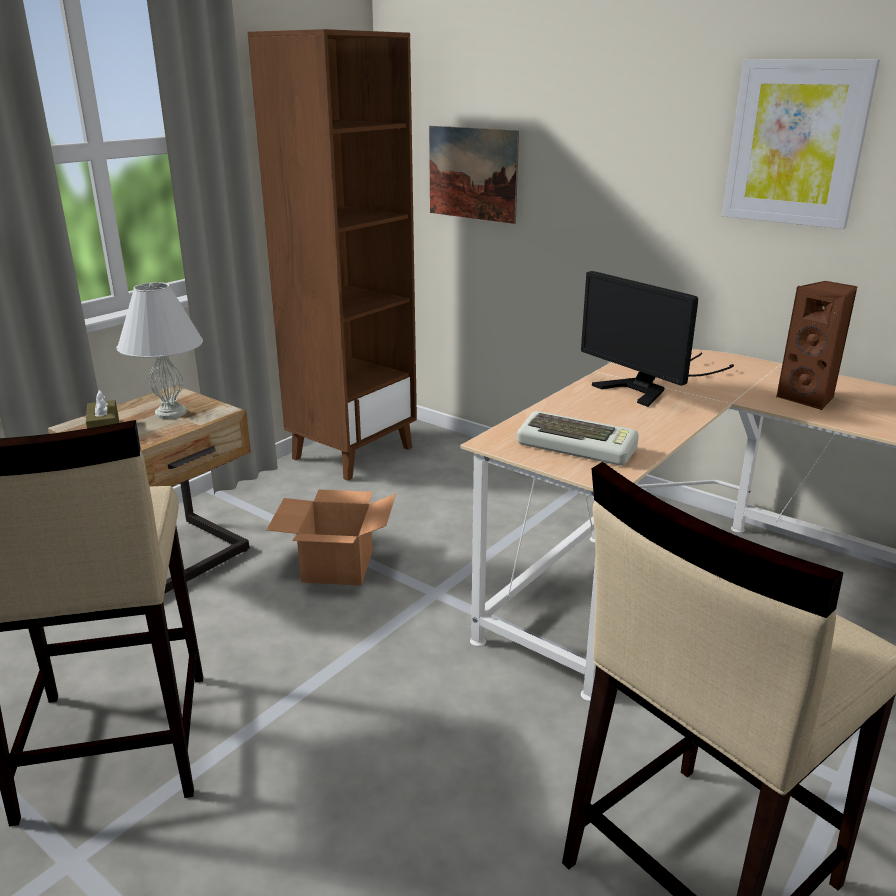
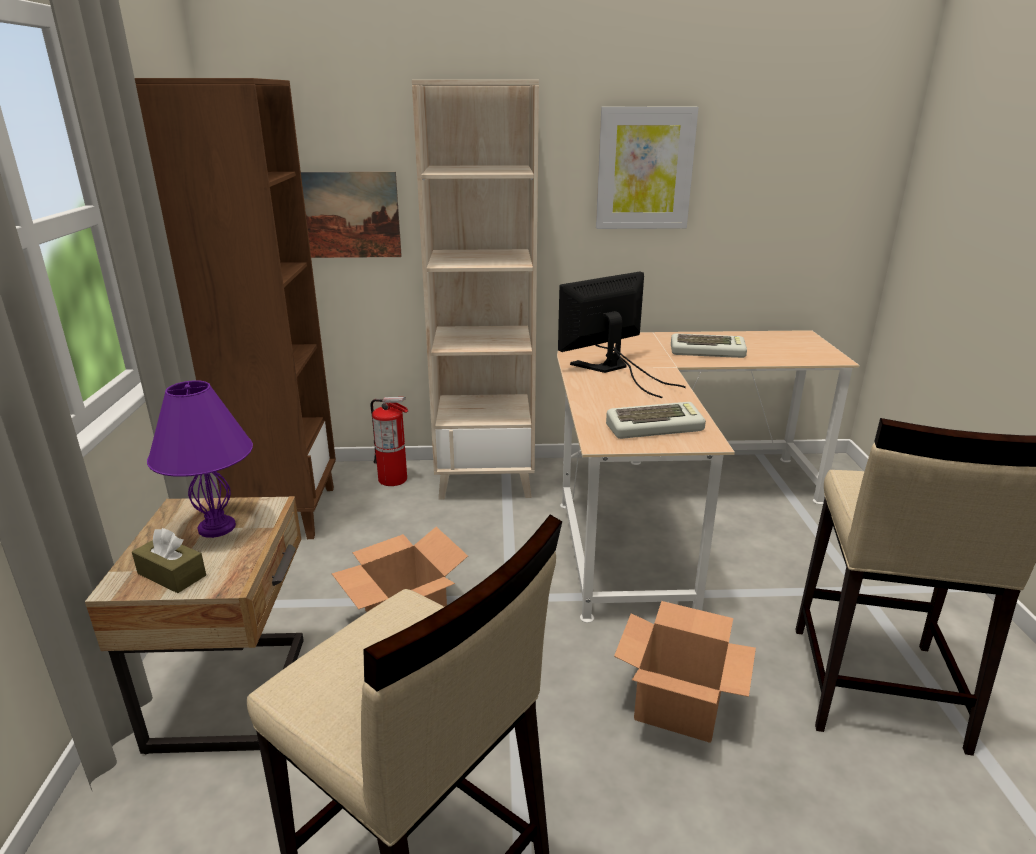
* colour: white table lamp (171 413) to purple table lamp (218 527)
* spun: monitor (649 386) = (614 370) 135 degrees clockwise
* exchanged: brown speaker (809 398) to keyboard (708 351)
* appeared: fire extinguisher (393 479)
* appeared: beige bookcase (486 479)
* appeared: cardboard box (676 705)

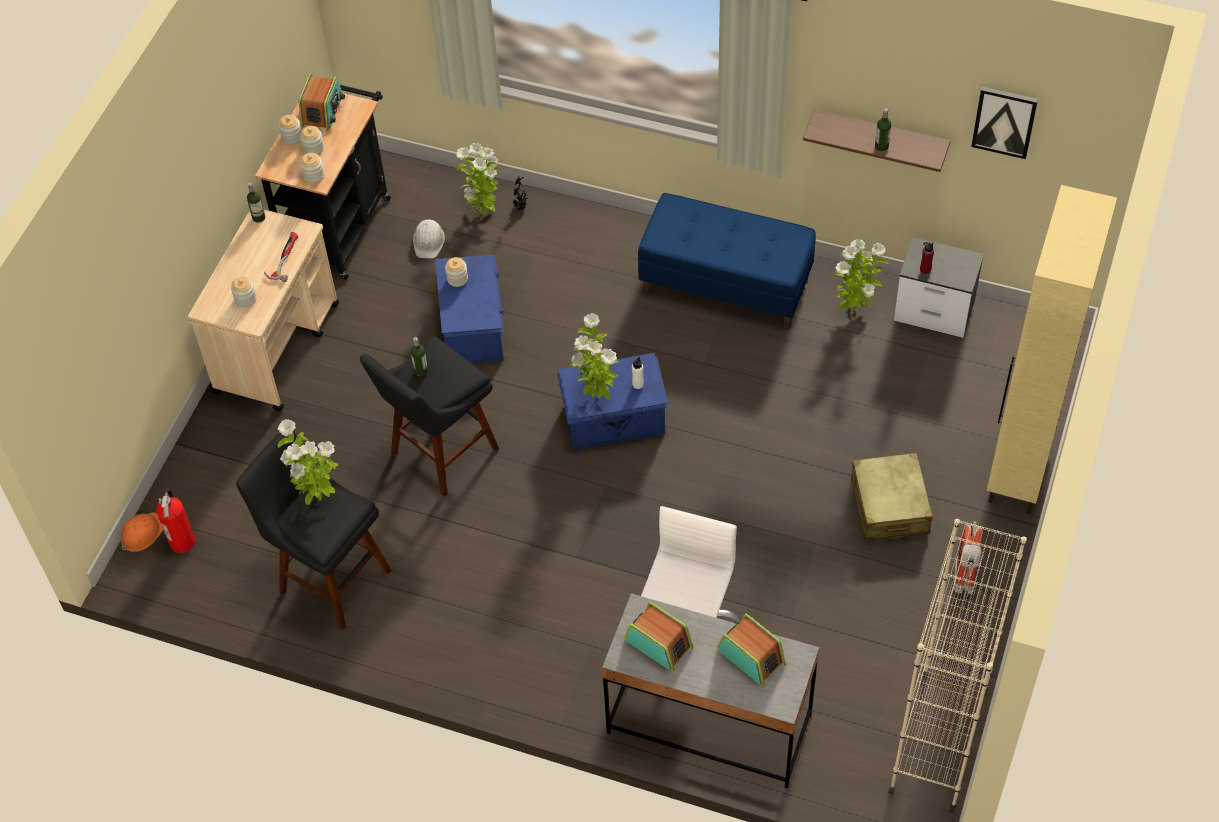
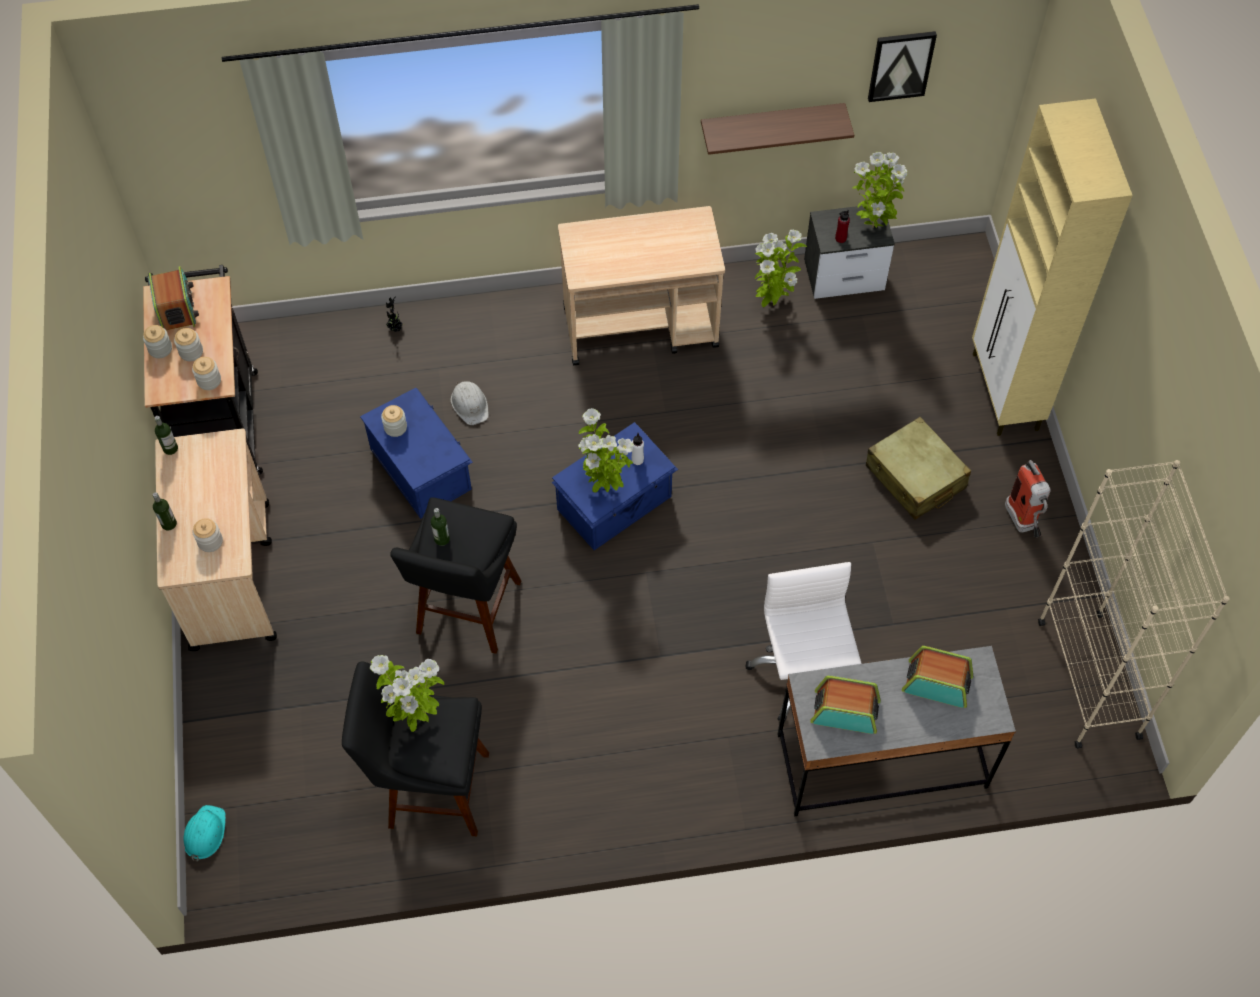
* colour: orange hard hat (142 533) to turquoise hard hat (204 833)
* missing: fire extinguisher (183 541)
* missing: hammer (284 258)
* relocated: white hard hat (429 241) to (470 404)
* relocated: potted plant (483 212) to (873 226)
* exchanged: blue bench (726 285) to beige cart (641 326)
* relocated: bottle (881 146) to (169 524)

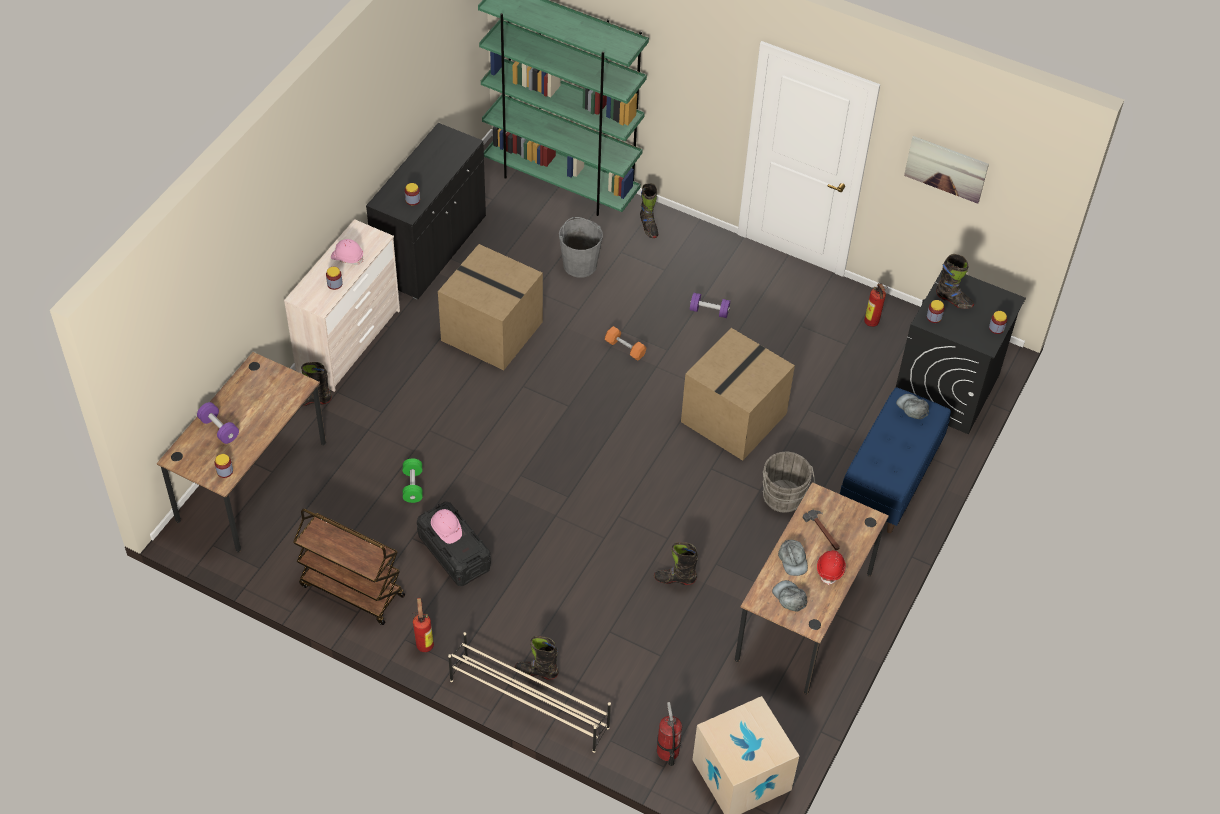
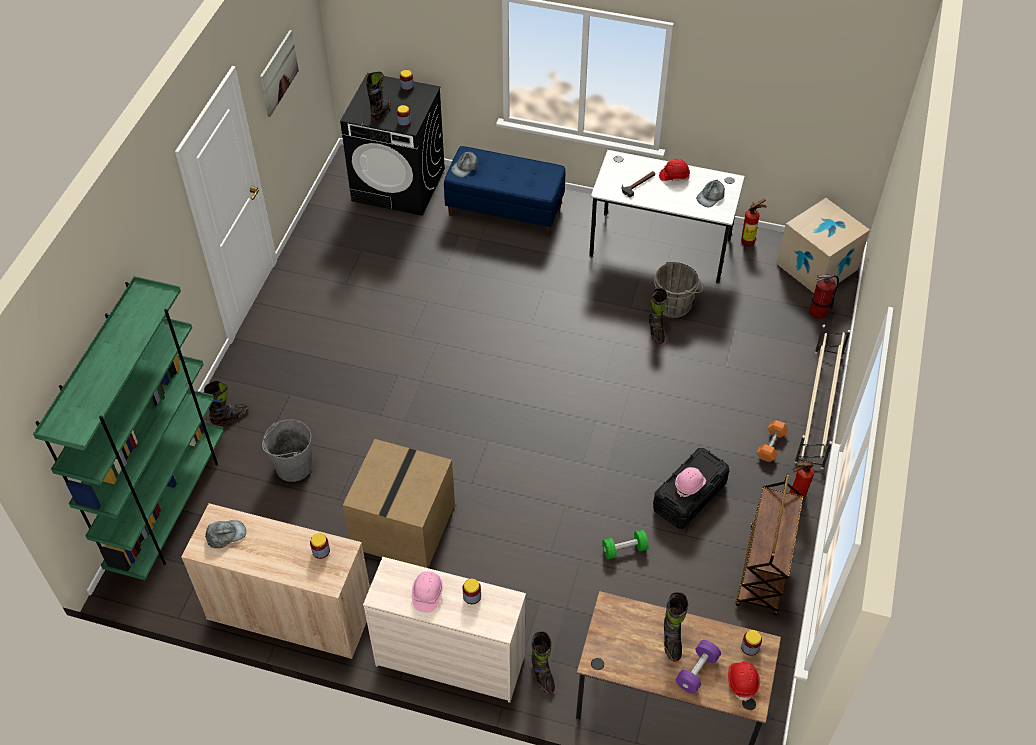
* colour: black cabinet (431 249) to beige cabinet (291 613)
* relocated: black boot (536 672) to (671 640)
* relocated: orange dumbbell (625 348) to (771 445)
* missing: cardboard box (733 416)
* missing: purple dumbbell (709 311)
* colour: brown desk (804 616) to white desk (660 247)
* relocated: grey bucket (783 499) to (675 304)
* relocated: grey cap (792 559) to (225 535)
* relocated: fire extinguisher (871 323) to (750 242)
* appeared: red hard hat (742 681)

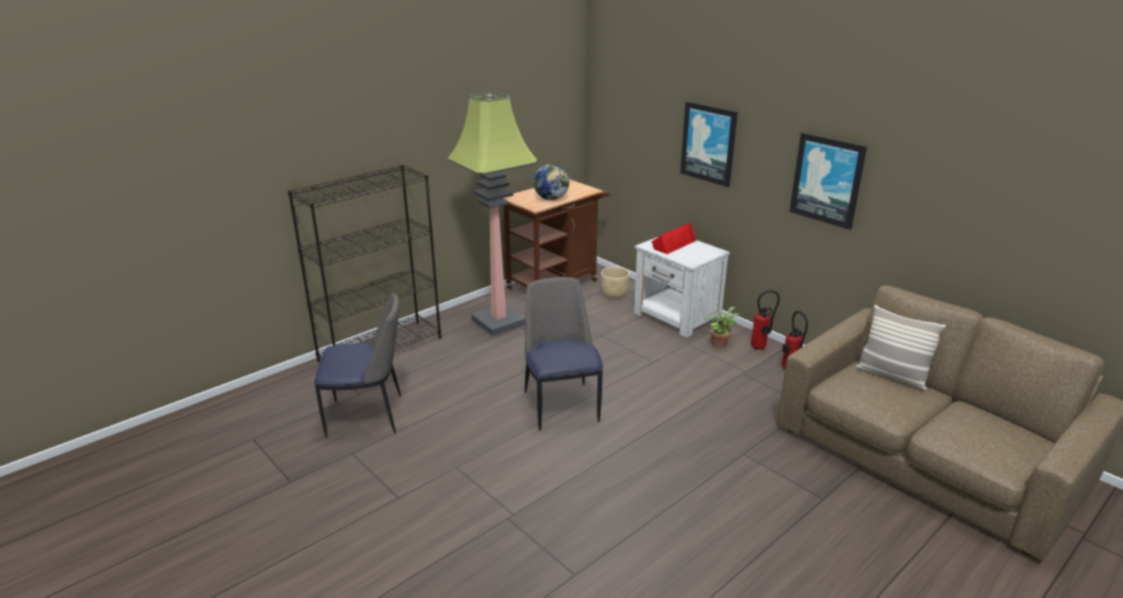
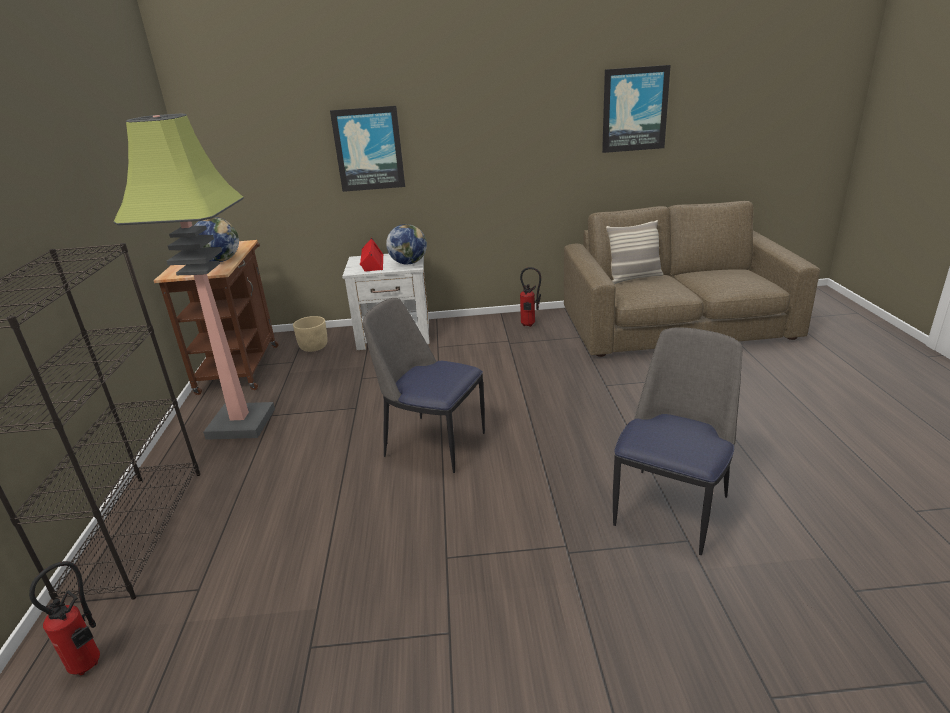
* relocated: chair (368 416) to (671 508)
* missing: potted plant (719 343)
* relocated: fire extinguisher (761 347) to (92 662)
* relocated: picture (827 180) to (634 109)
* appeared: globe (408 263)

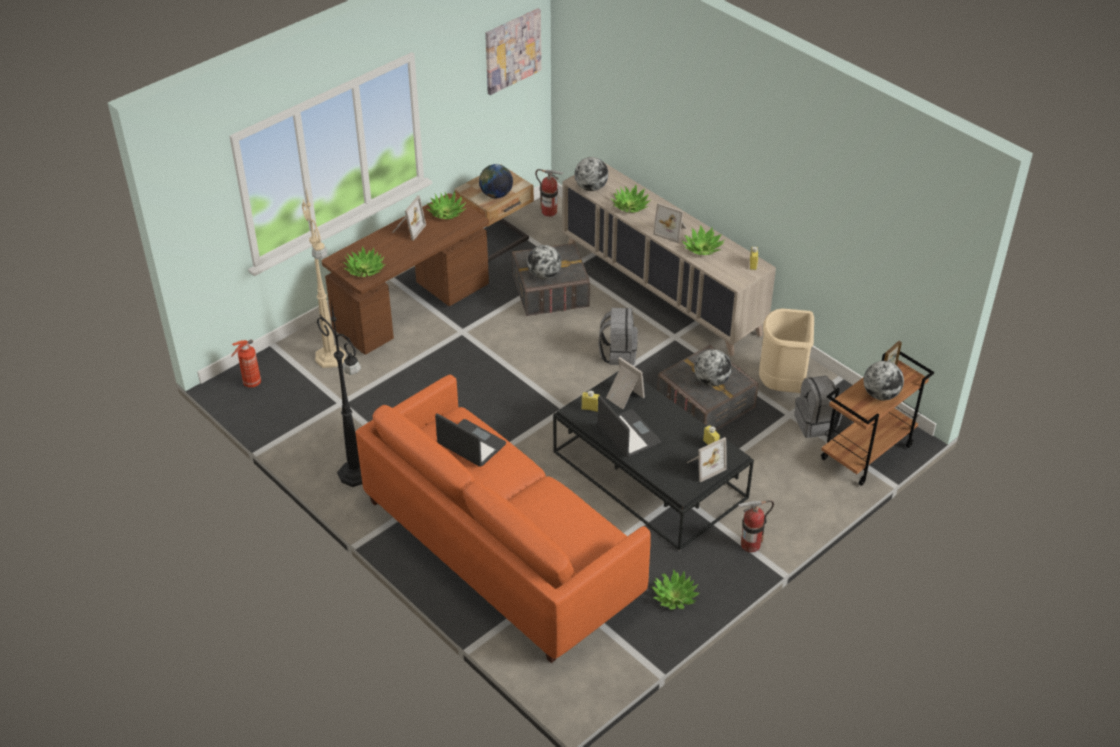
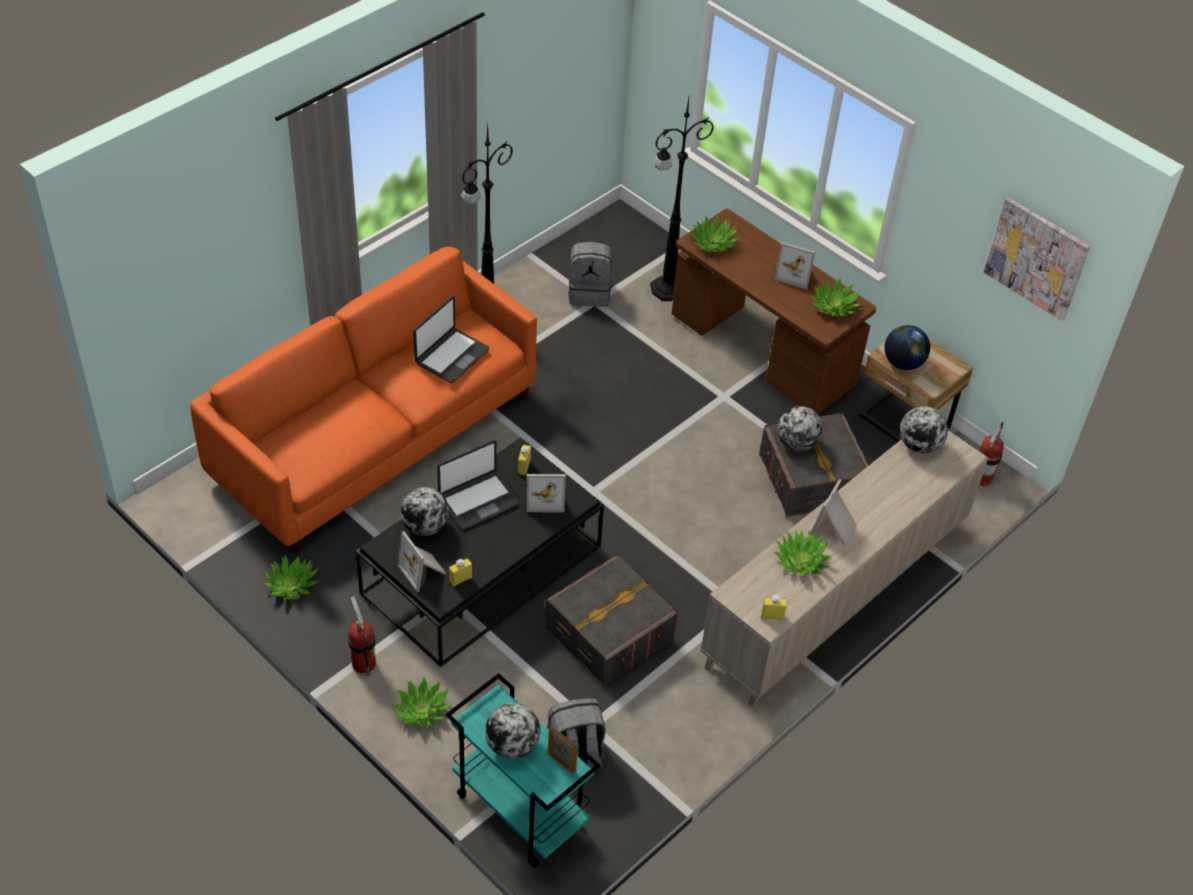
* missing: fire extinguisher (251 383)
* colour: beige floor lamp (331 358) to black floor lamp (666 289)
* relocated: grey backpack (618 353) to (589 293)
* spun: picture frame (623 396) = (545 498) 45 degrees clockwise
* relocated: potted plant (630 206) to (422 709)
* relocated: globe (711 381) to (425 526)
* missing: beige trash can (782 385)
* colour: brown cart (866 453) to turquoise cart (518 809)

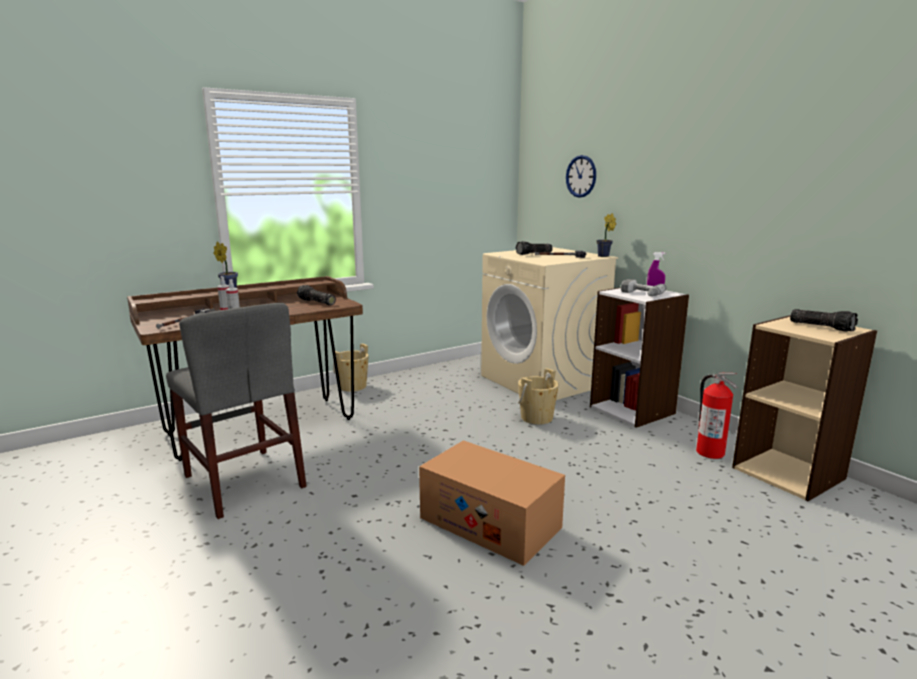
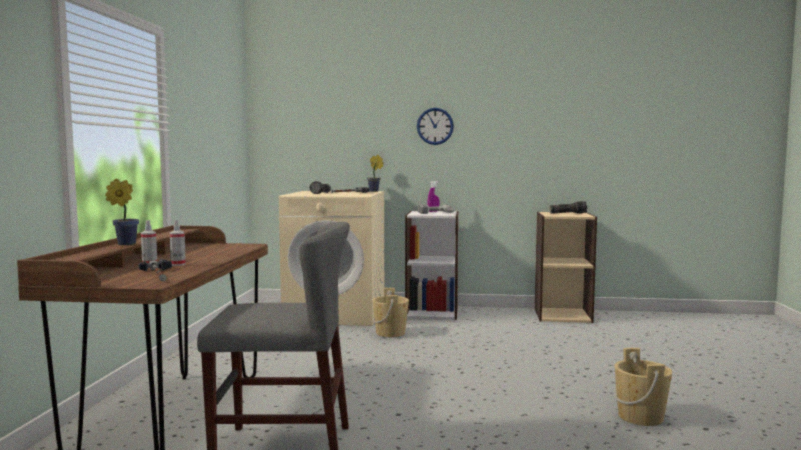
* missing: flashlight (316 302)
* relocated: beige bucket (352 386) to (640 417)
* missing: cardboard box (490 522)
* relocated: wall clock (581 176) to (435 126)
* missing: fire extinguisher (710 452)

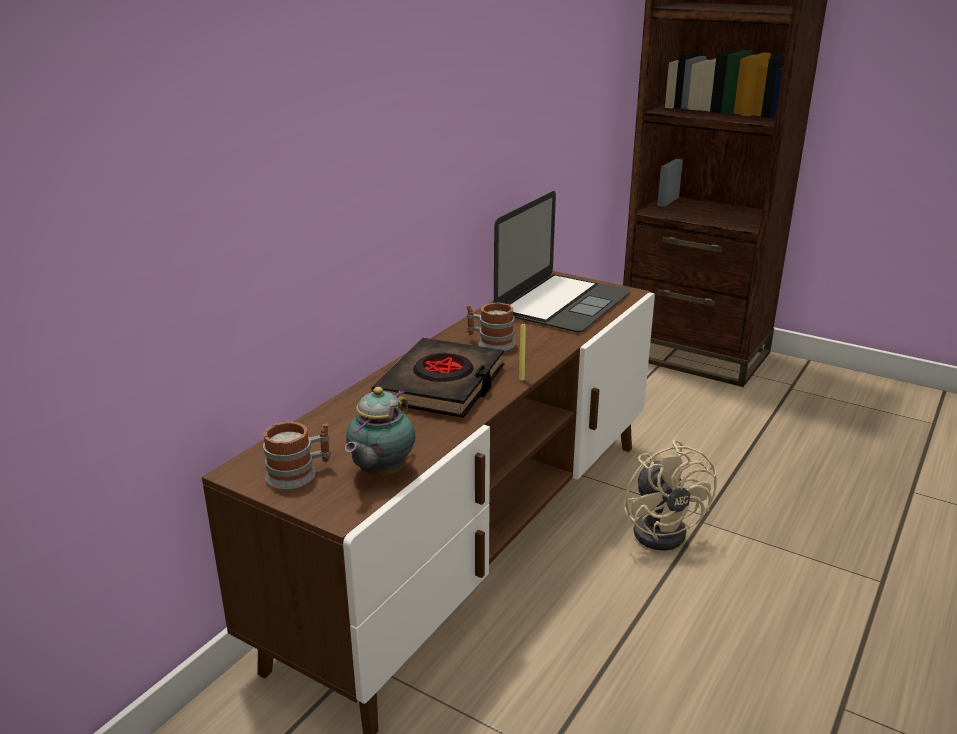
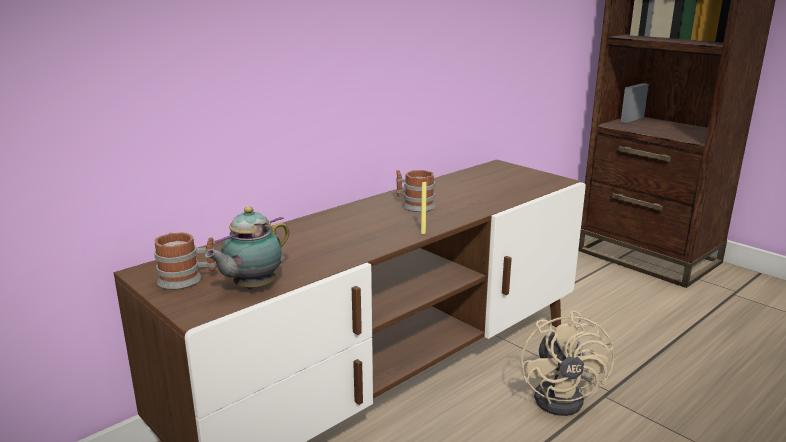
* missing: black book (442 385)
* missing: laptop (562 303)

